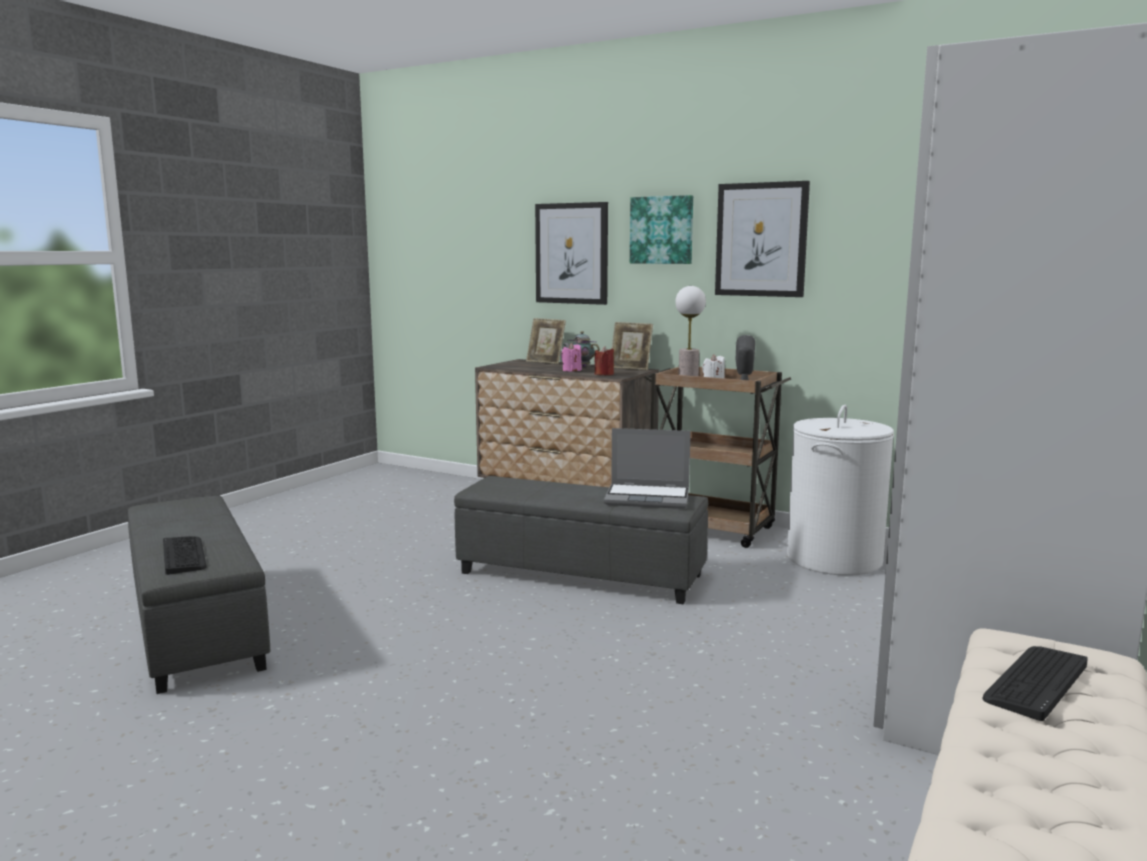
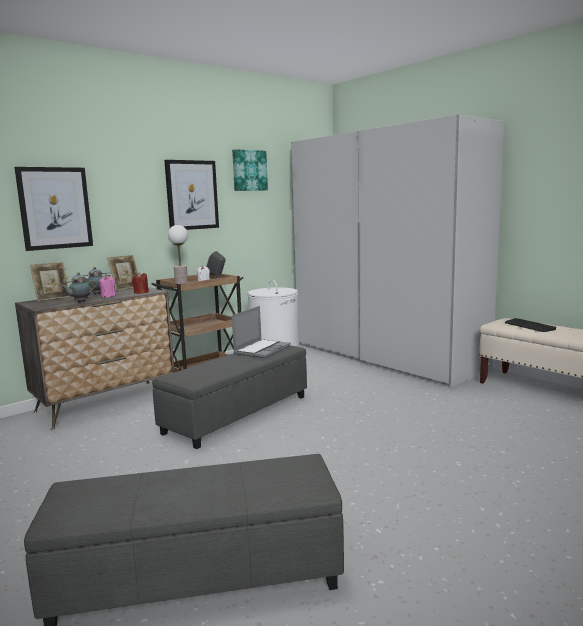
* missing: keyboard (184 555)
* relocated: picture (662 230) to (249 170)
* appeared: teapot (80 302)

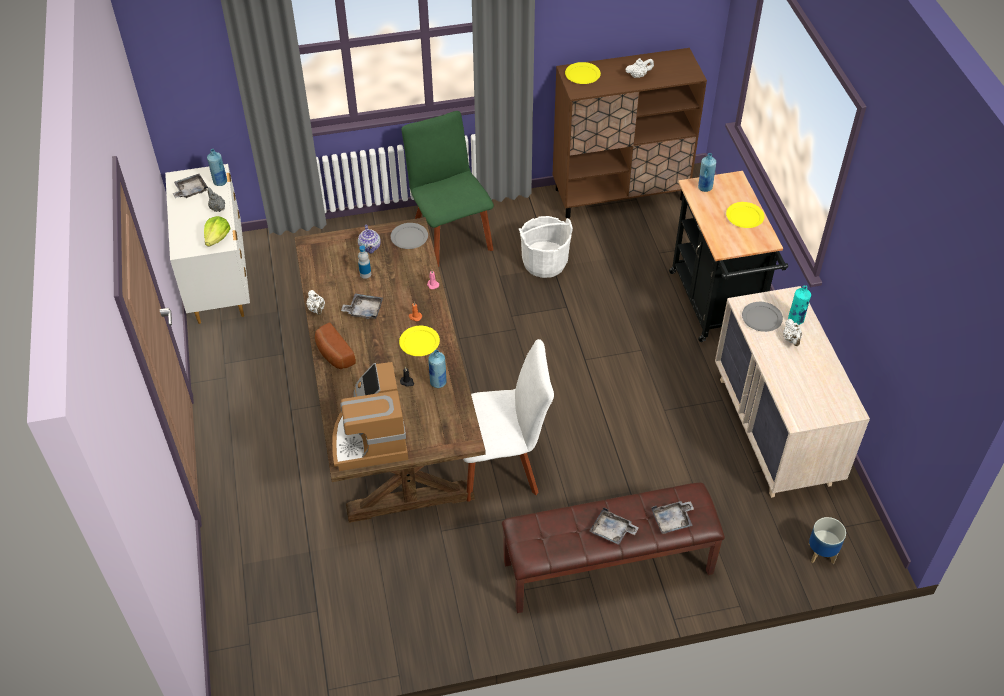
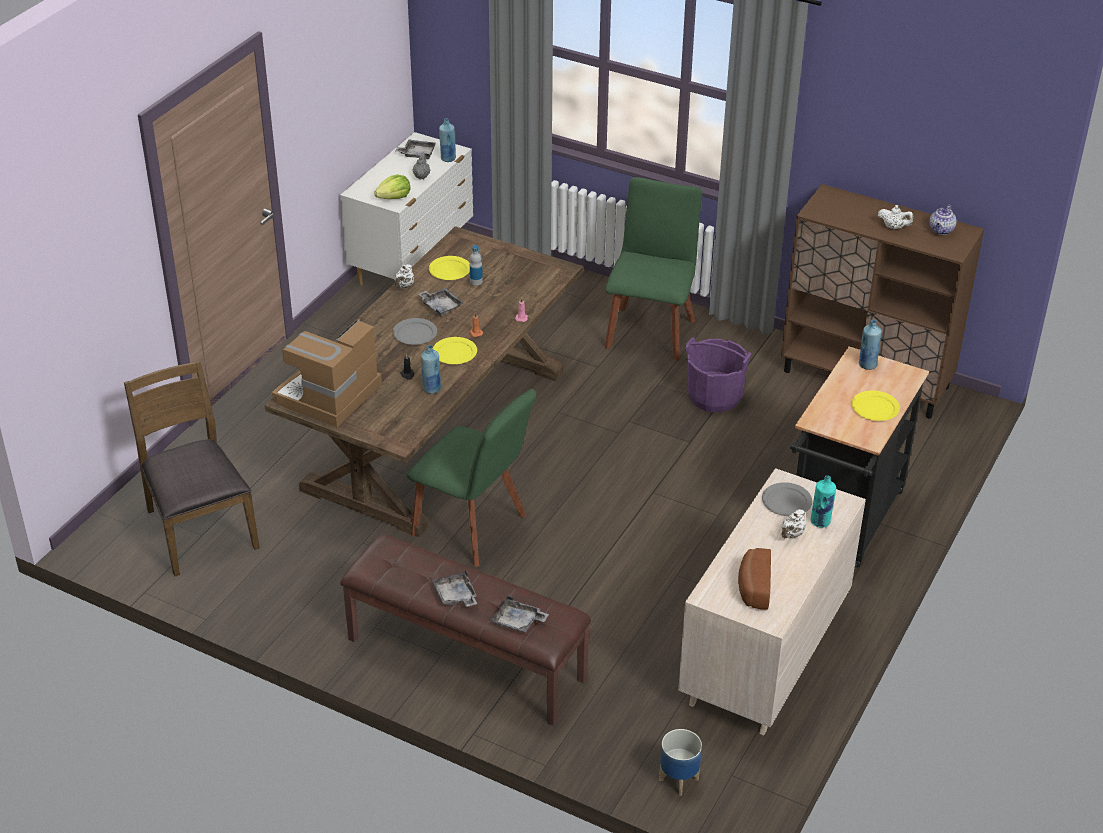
* relocated: bread (333 355) to (753 588)
* relocated: teapot (370 247) to (941 230)
* relocated: grey plate (409 237) to (415 334)
* colour: white chair (502 465) to green chair (473 528)
* colour: white bucket (544 263) to purple bucket (714 396)
* relocated: yellow plate (582 75) to (449 270)
* appeared: brown chair (199 529)

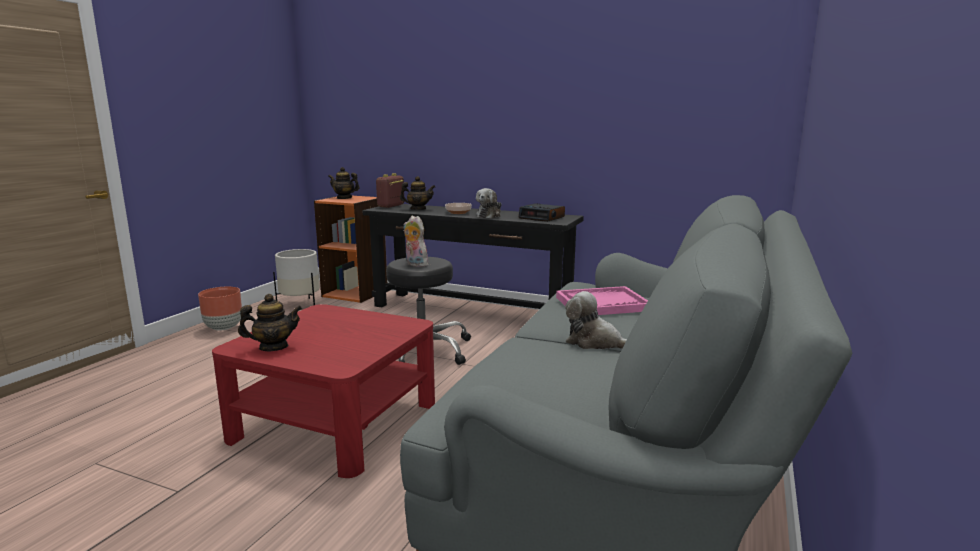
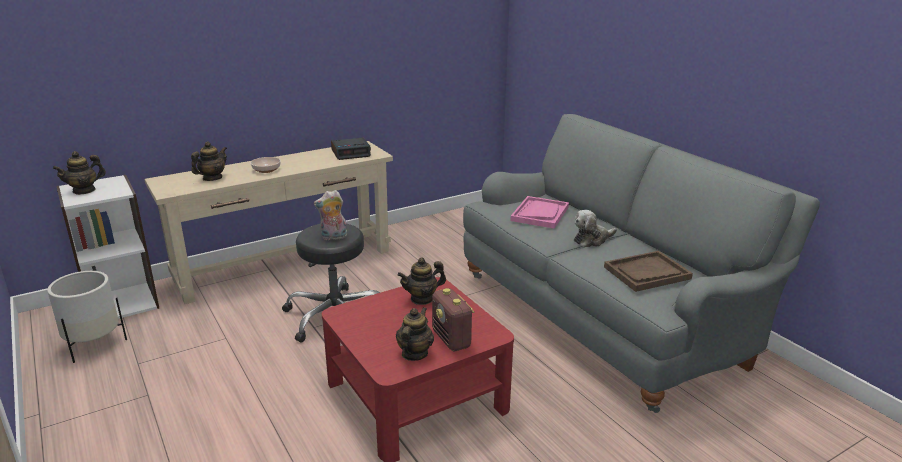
* missing: brown planter (224 328)
* colour: orange bookcase (355 293) to white bookcase (122 302)
* colour: black console table (470 311) to beige console table (285 265)
* relocated: radio (391 206) to (452 339)
* missing: plush toy (489 215)
* appeared: teapot (422 299)
* appeared: brown tray (647 273)

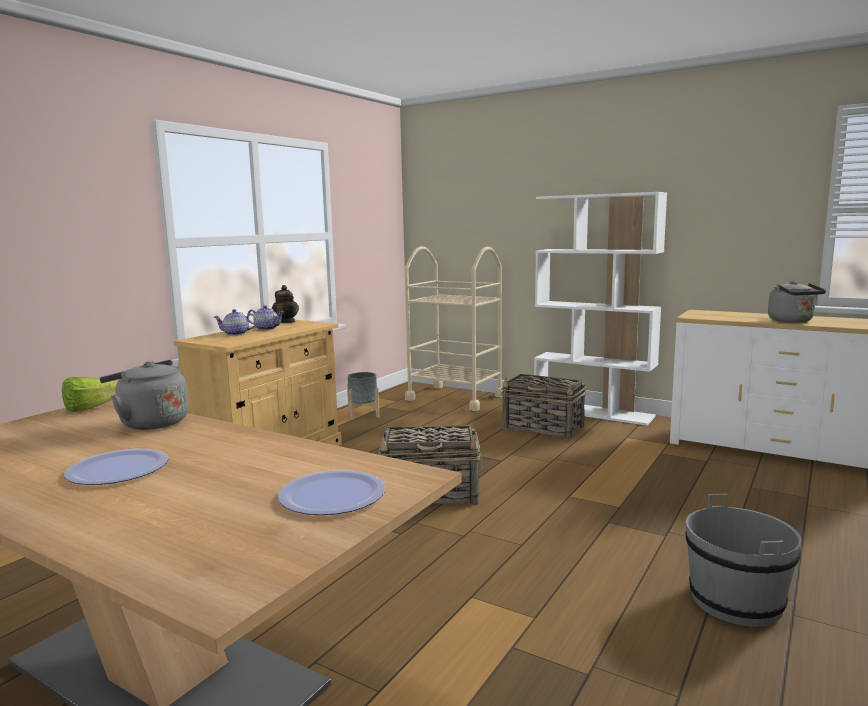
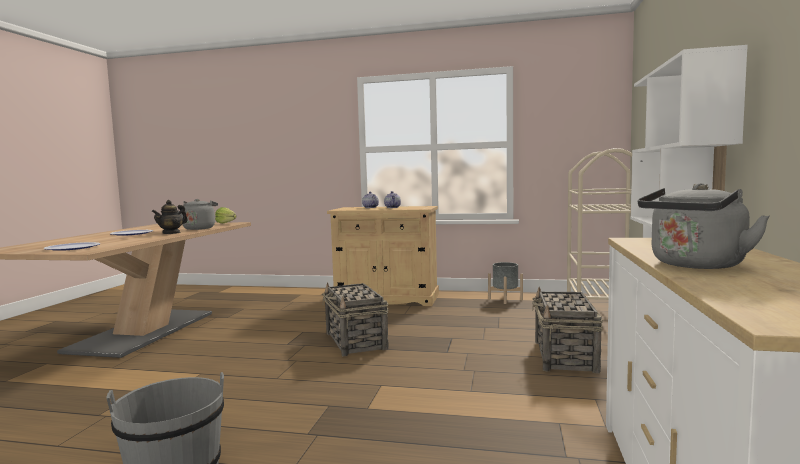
* relocated: teapot (286 322) to (171 233)

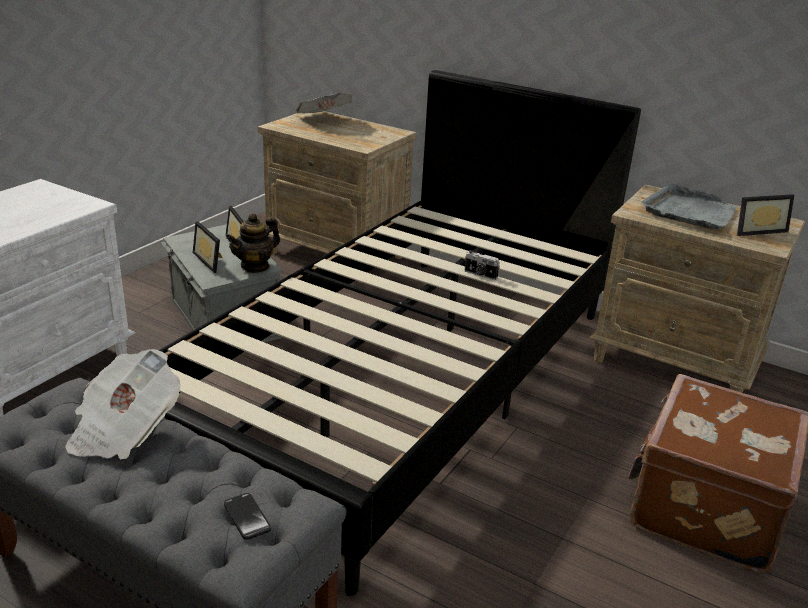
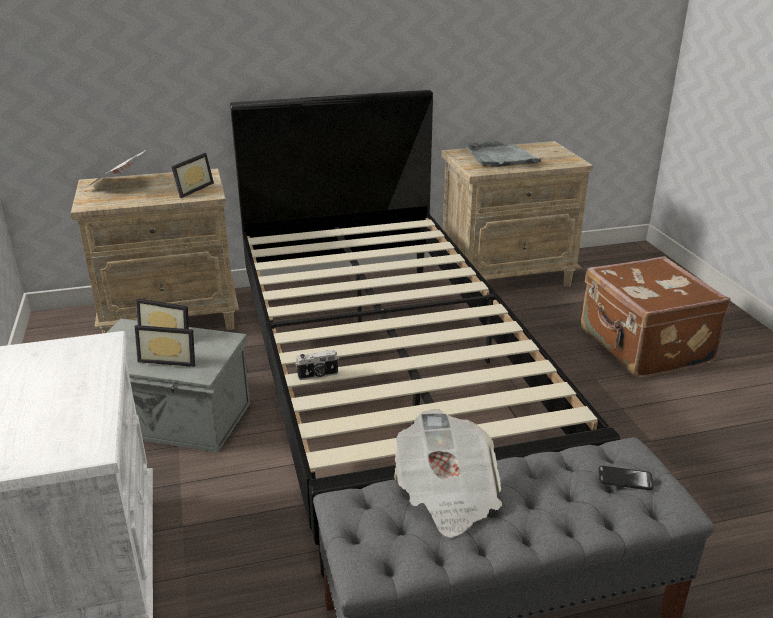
* missing: teapot (255 266)
* relocated: photo camera (480 275) to (318 375)
* relocated: picture frame (756 230) to (191 189)

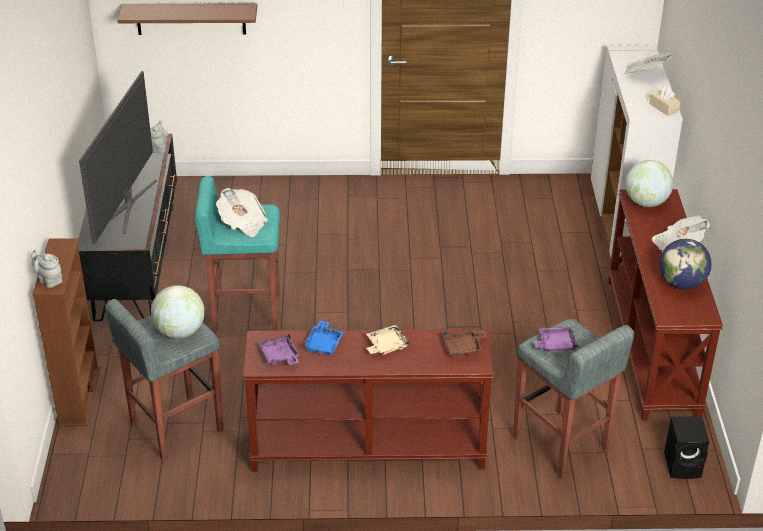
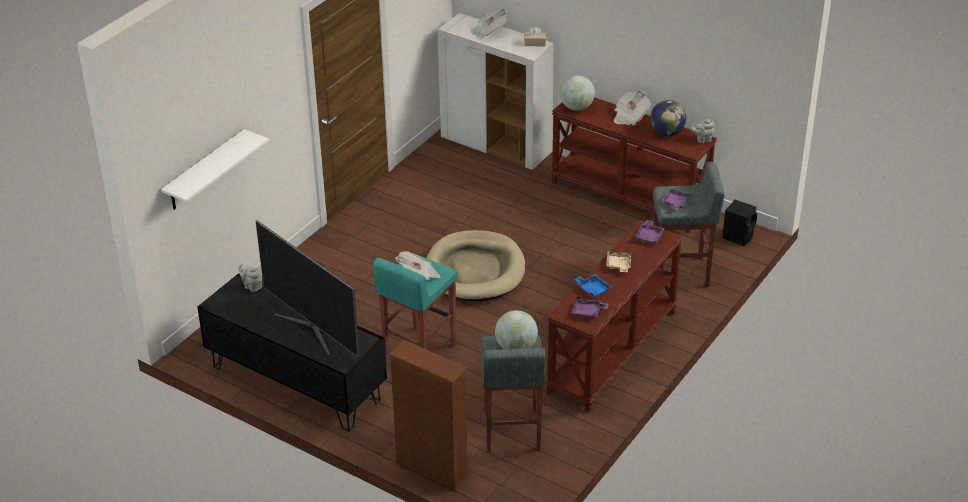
* relocated: grey teapot (49 280) to (702 140)
* colour: brown shelf (191 18) to white shelf (205 171)
* colour: brown tray (464 348) to purple tray (649 236)
* appeared: beige dog bed (475 270)

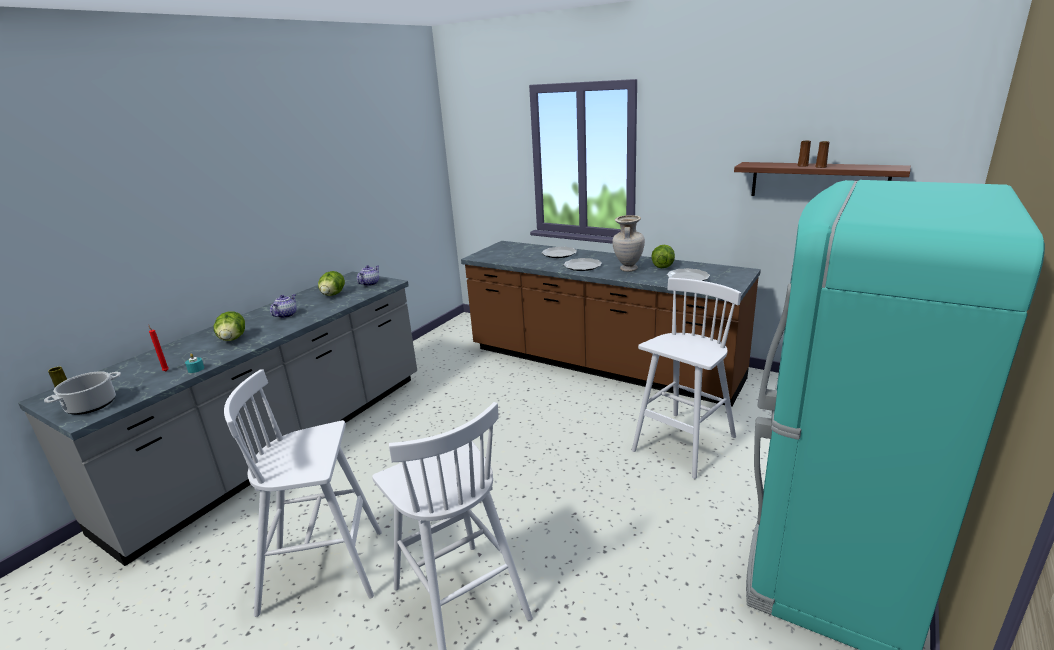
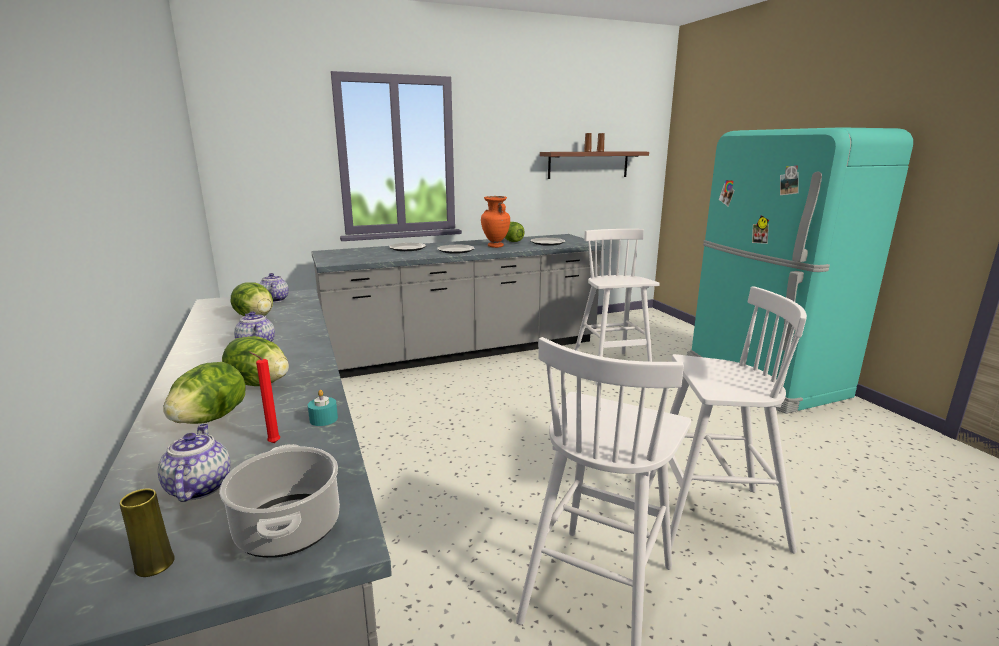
* colour: brown counter (600 365) to grey counter (464 351)
* colour: beige vase (628 269) to orange vase (495 246)
* appeared: teapot (199 487)
* appeared: lettuce (210 419)

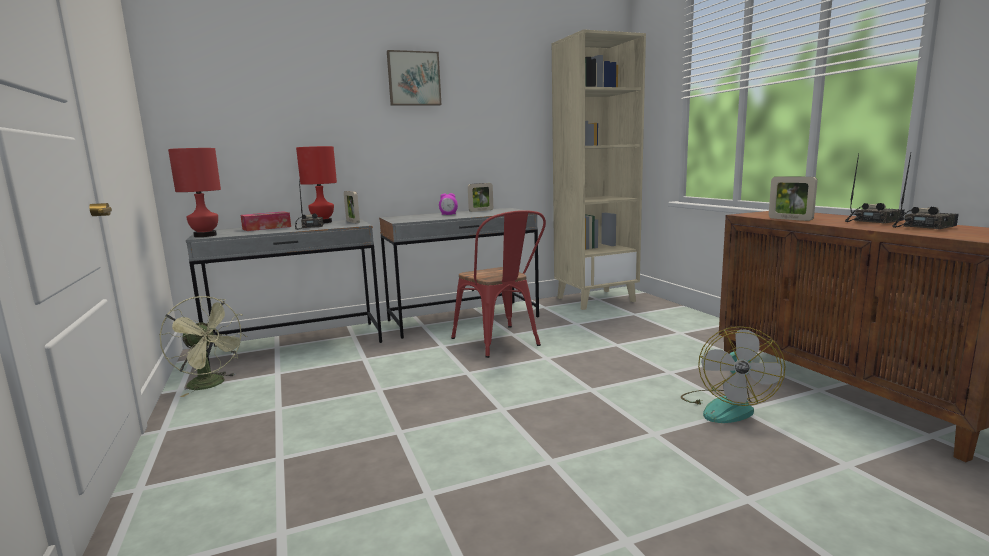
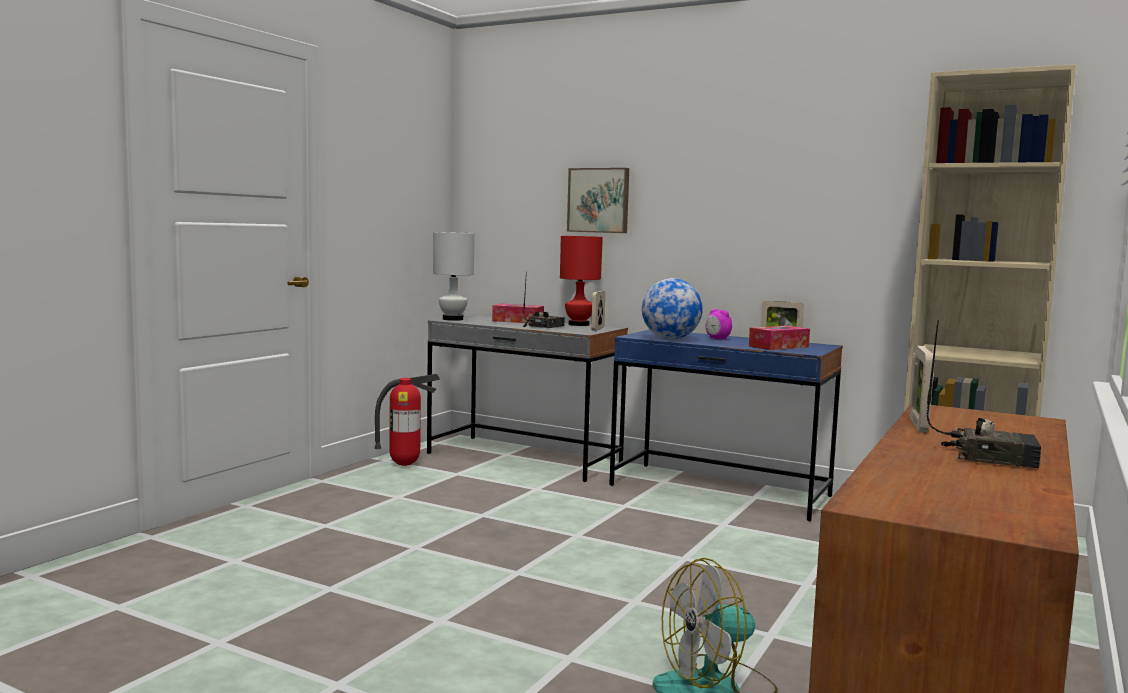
* exchanged: green fan (211 385) to fire extinguisher (405 464)
* colour: red table lamp (204 235) to white table lamp (452 319)
* colour: grey desk (463 319) to blue desk (719 491)
* relocated: picture (413 79) to (599 200)
* missing: red chair (500 343)
* missing: radio (923 227)
* appeared: globe (670 339)
* appeared: tissue box (778 346)

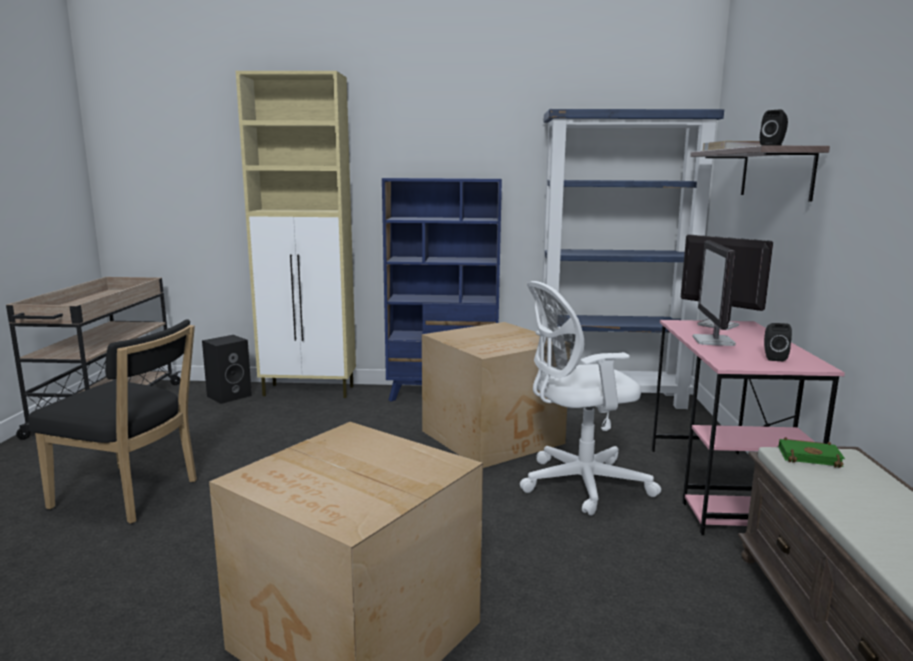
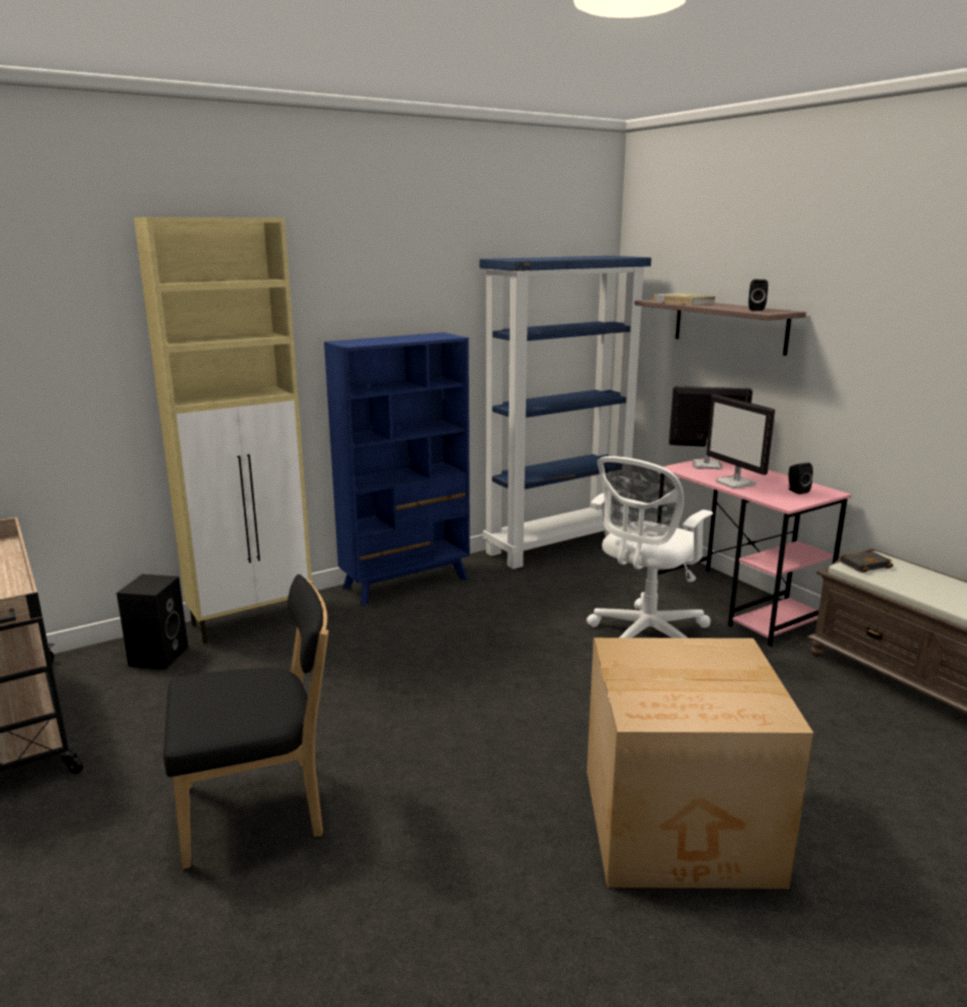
* missing: cardboard box (494 437)
* colour: green book (810 456) to black book (865 564)

